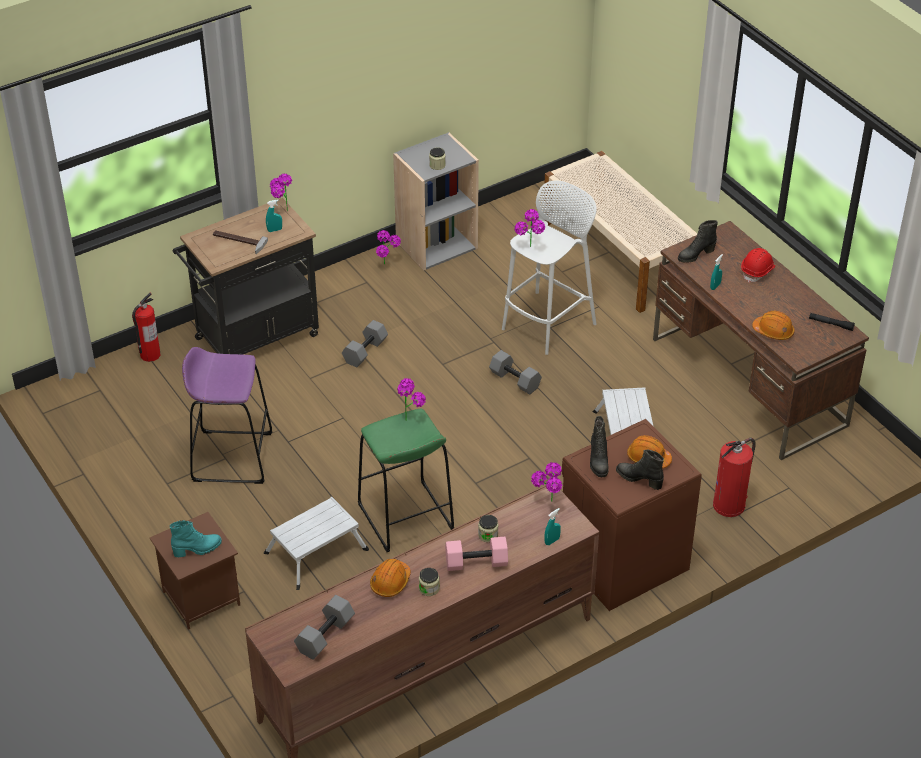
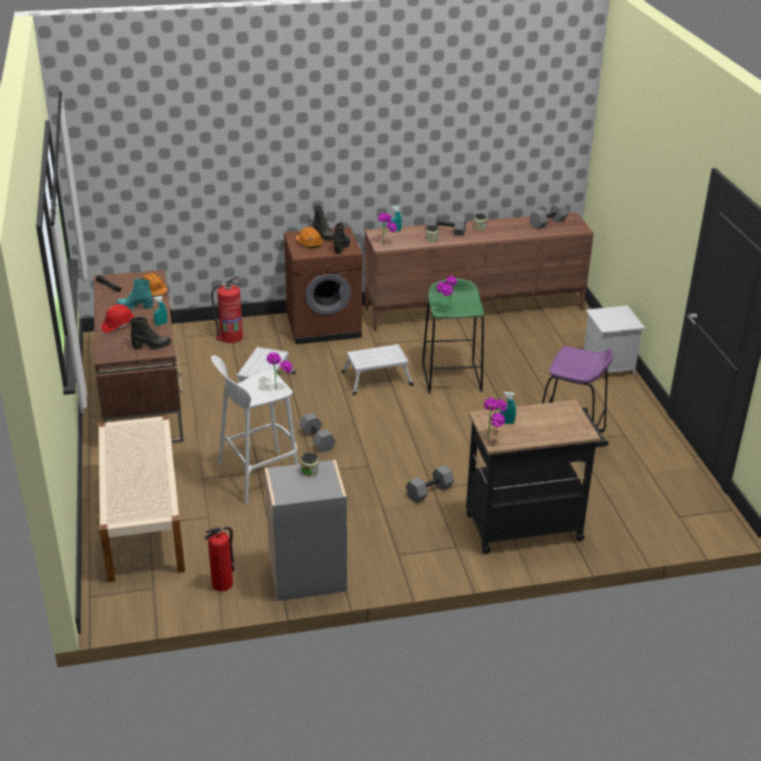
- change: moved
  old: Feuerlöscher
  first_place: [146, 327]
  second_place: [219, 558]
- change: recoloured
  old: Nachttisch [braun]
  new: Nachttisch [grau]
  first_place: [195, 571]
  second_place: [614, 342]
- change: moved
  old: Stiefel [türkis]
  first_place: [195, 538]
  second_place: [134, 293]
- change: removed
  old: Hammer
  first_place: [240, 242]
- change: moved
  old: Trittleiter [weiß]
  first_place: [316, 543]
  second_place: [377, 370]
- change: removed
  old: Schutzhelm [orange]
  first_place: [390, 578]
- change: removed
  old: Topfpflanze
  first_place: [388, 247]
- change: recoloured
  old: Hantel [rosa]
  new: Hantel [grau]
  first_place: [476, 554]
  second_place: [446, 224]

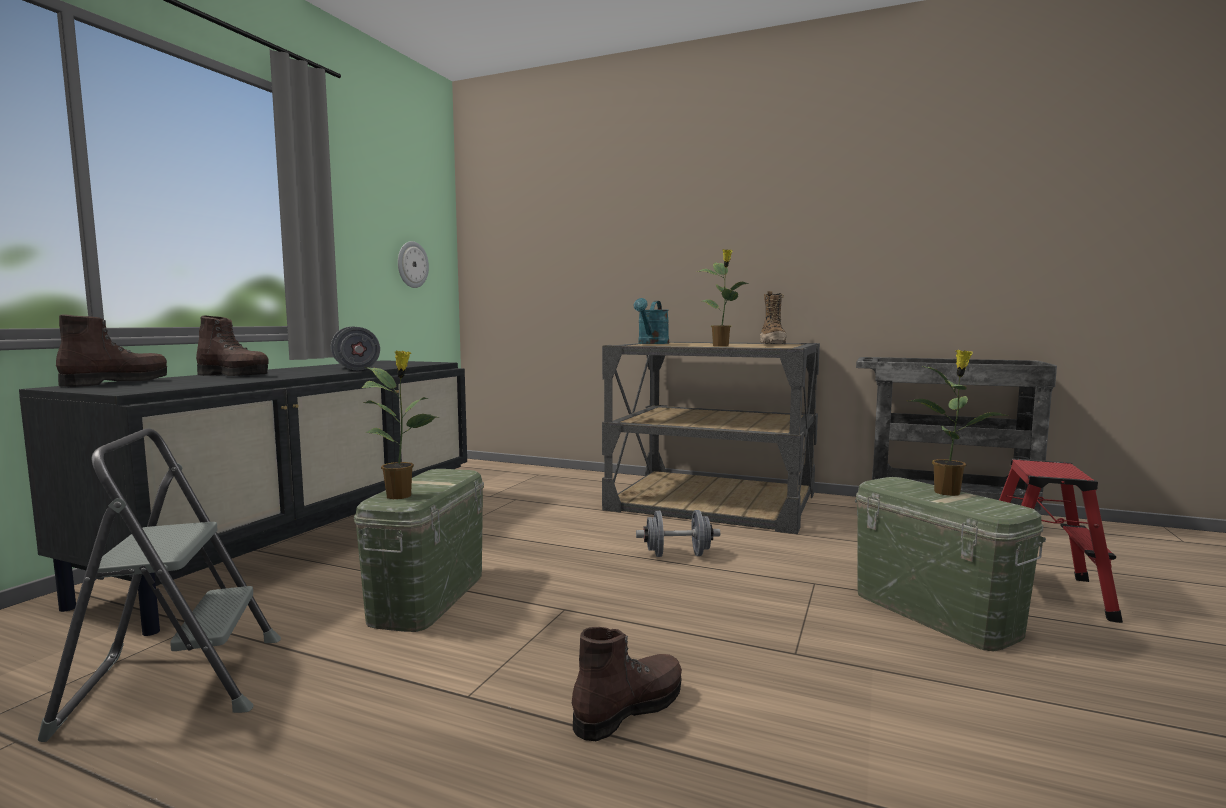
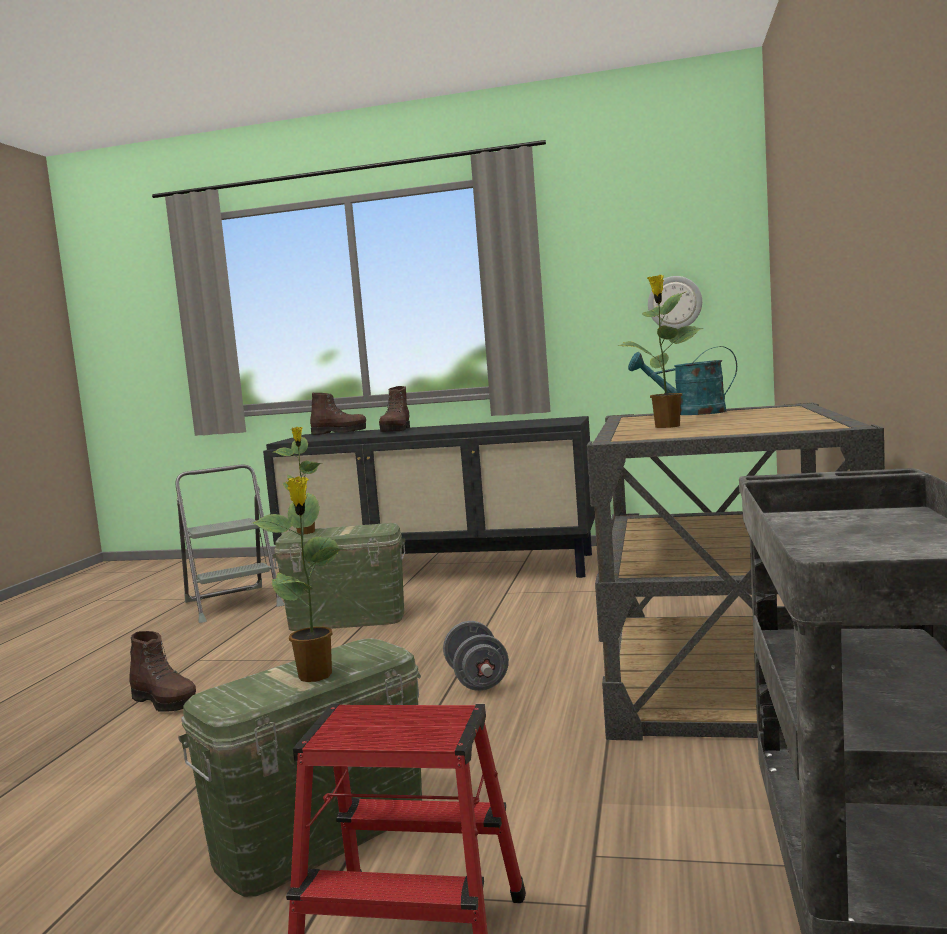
- change: removed
  old: Hantel [grau]
  first_place: [355, 348]
- change: removed
  old: Stiefel
  first_place: [773, 317]

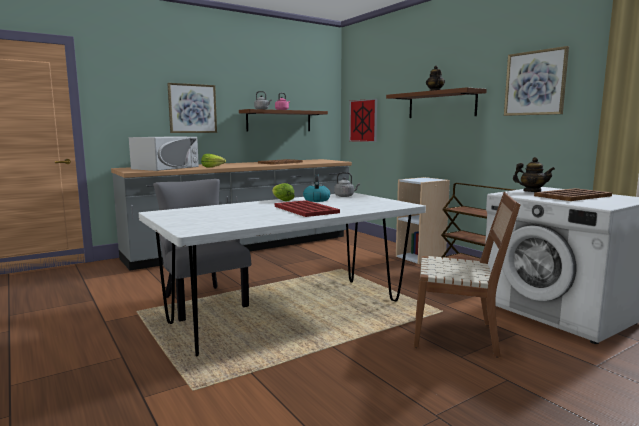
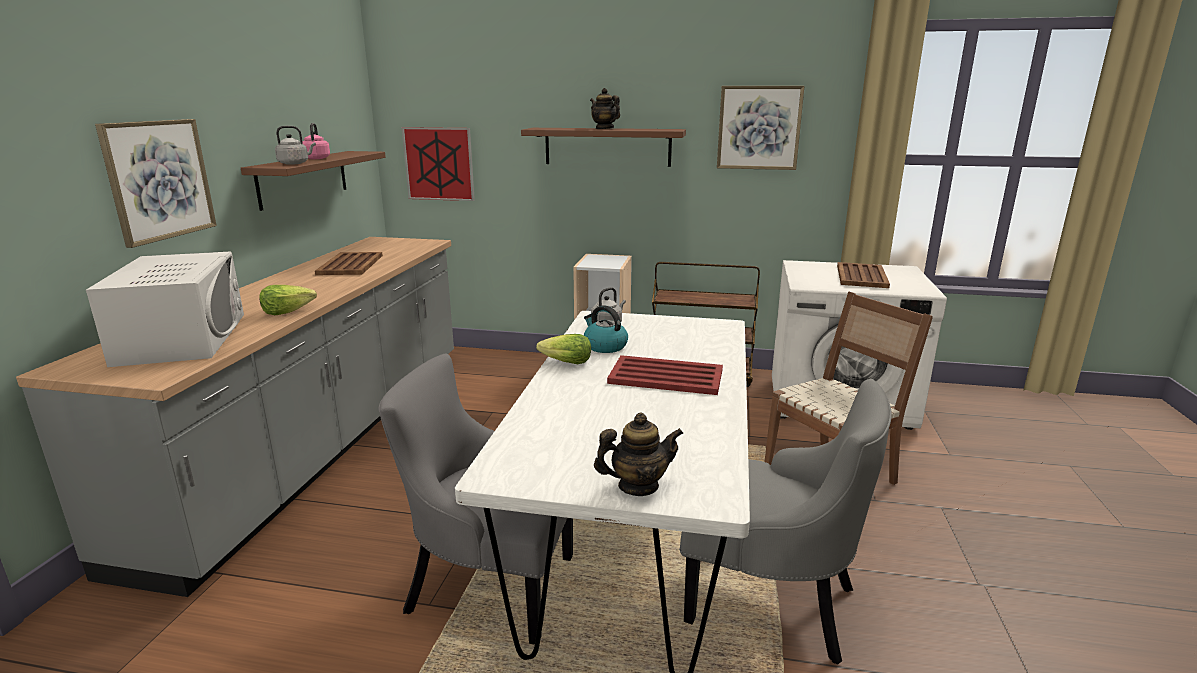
- change: moved
  old: Teekanne
  first_place: [534, 174]
  second_place: [638, 454]
- change: added
  new: Stuhl [grau]
  second_place: [785, 522]

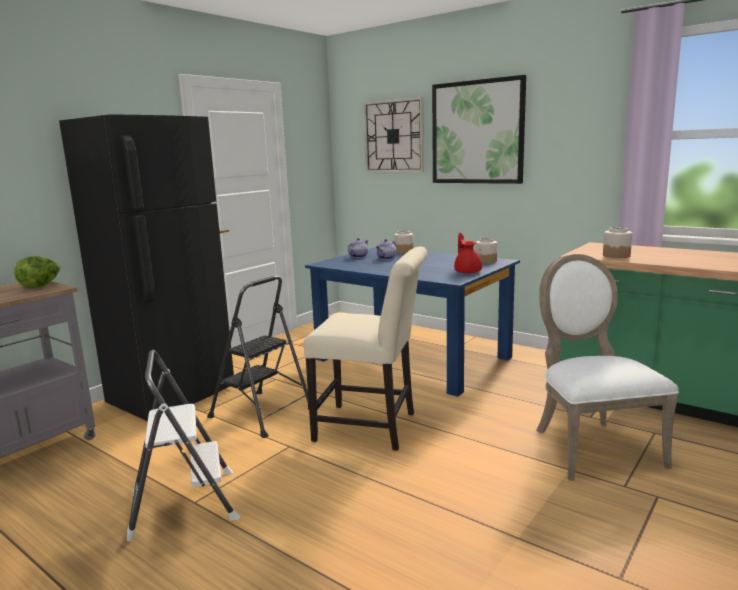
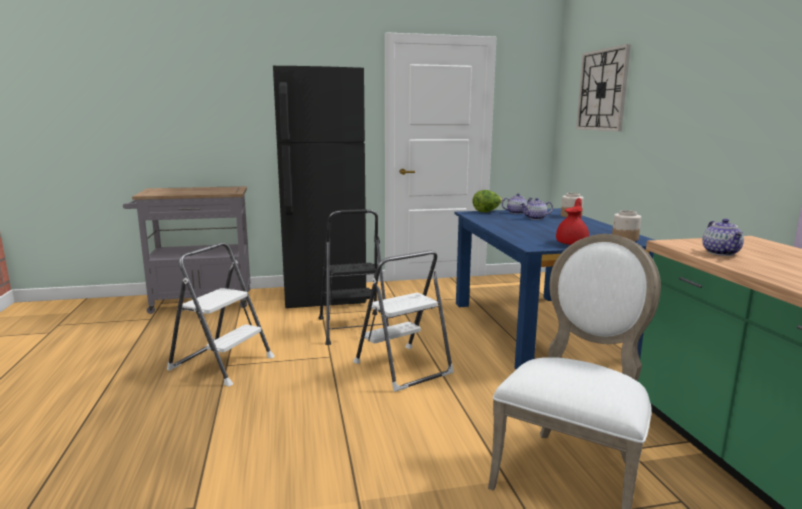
- change: moved
  old: Salatkopf
  first_place: [37, 272]
  second_place: [487, 201]
- change: replaced
  old: Stuhl [beige]
  new: Trittleiter [weiß]
  first_place: [365, 348]
  second_place: [403, 321]
- change: removed
  old: Bild
  first_place: [479, 129]
- change: replaced
  old: Vorratsglas
  new: Teekanne
  first_place: [617, 242]
  second_place: [723, 237]

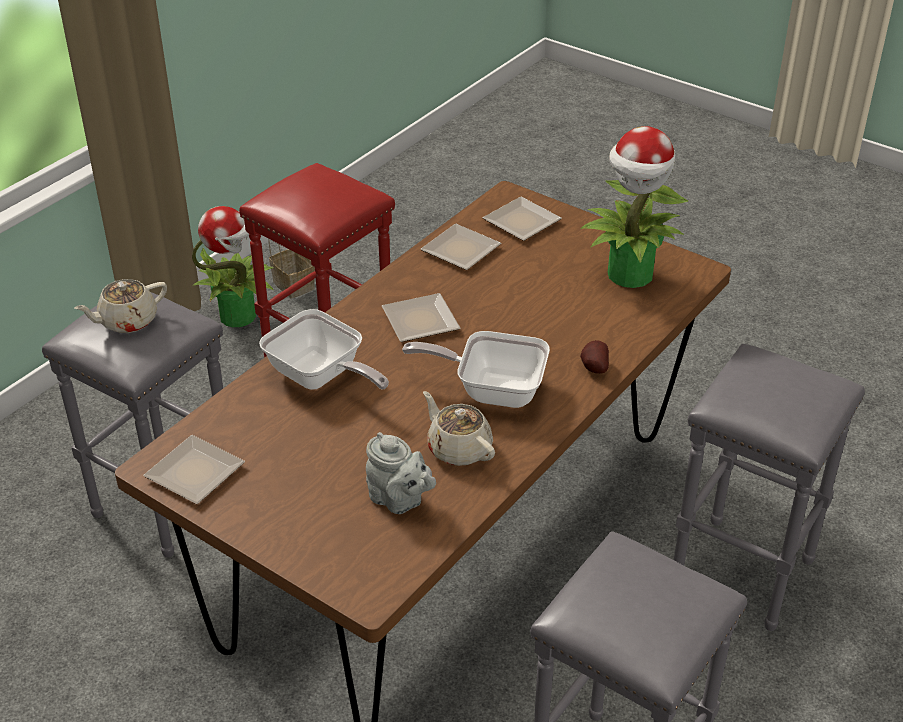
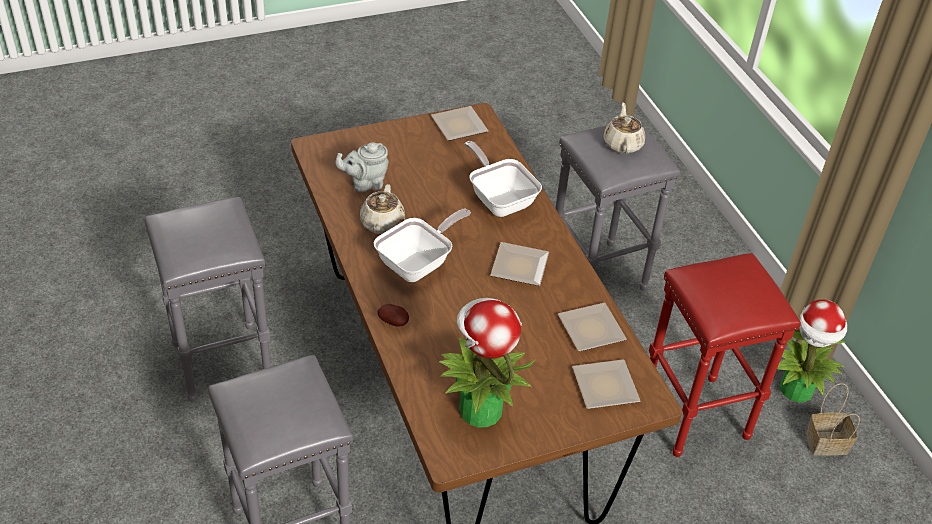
- change: turned
  old: Pfanne
  first_place: [324, 349]
  second_place: [503, 179]
  degrees: 75
- change: turned
  old: Teekanne [beige]
  first_place: [459, 428]
  second_place: [382, 209]
  degrees: 105

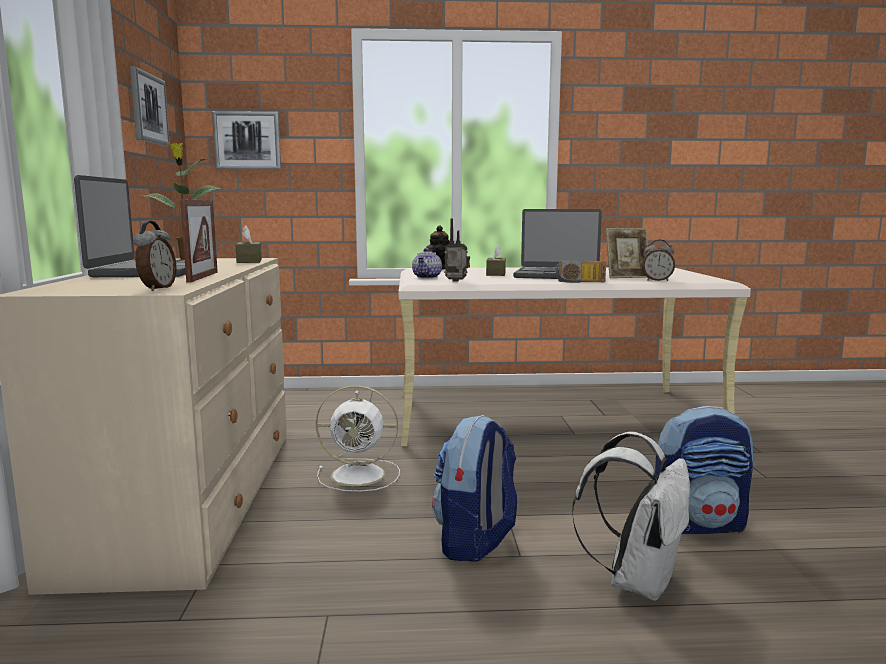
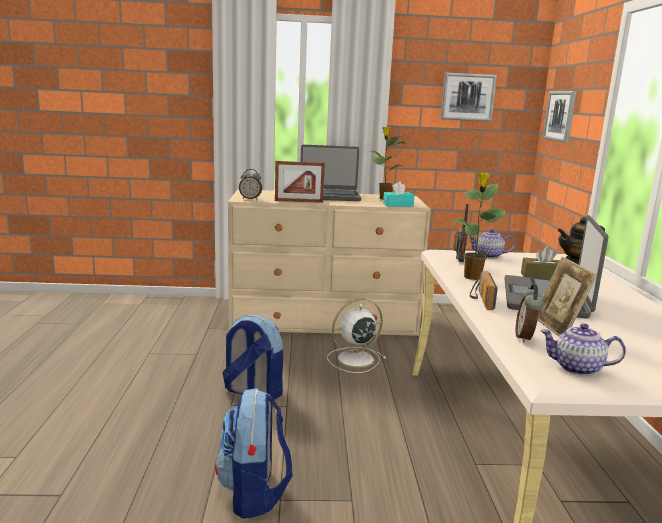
- change: recoloured
  old: Taschentuchbox [braun]
  new: Taschentuchbox [türkis]
  first_place: [249, 244]
  second_place: [399, 194]
- change: turned
  old: Ventilator [weiß]
  first_place: [358, 438]
  second_place: [356, 336]
  degrees: 60
- change: removed
  old: Rucksack [weiß]
  first_place: [631, 516]
- change: added
  new: Topfpflanze
  second_place: [479, 226]
- change: added
  new: Teekanne
  second_place: [583, 349]

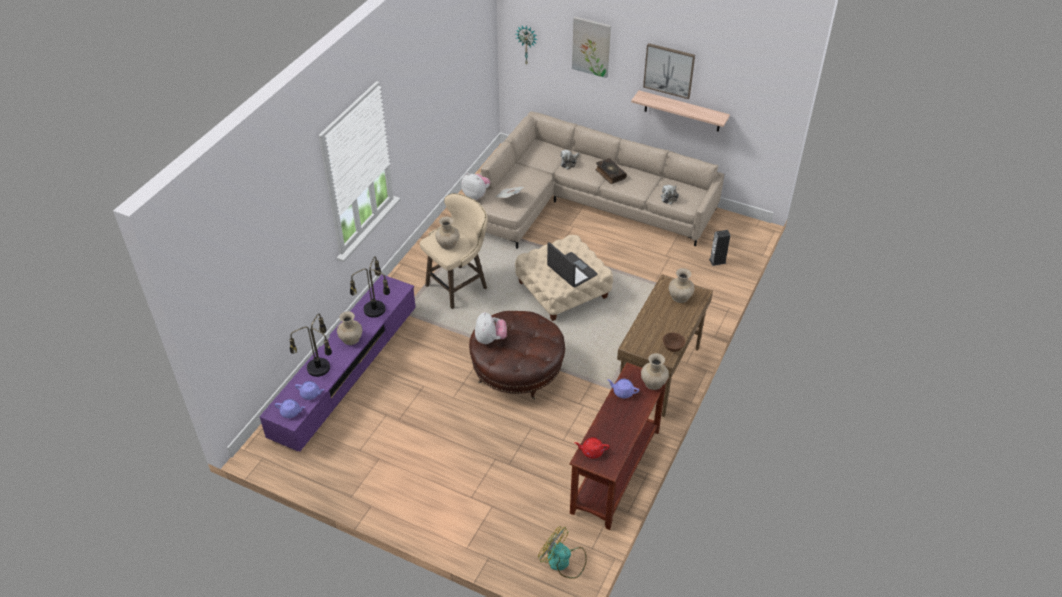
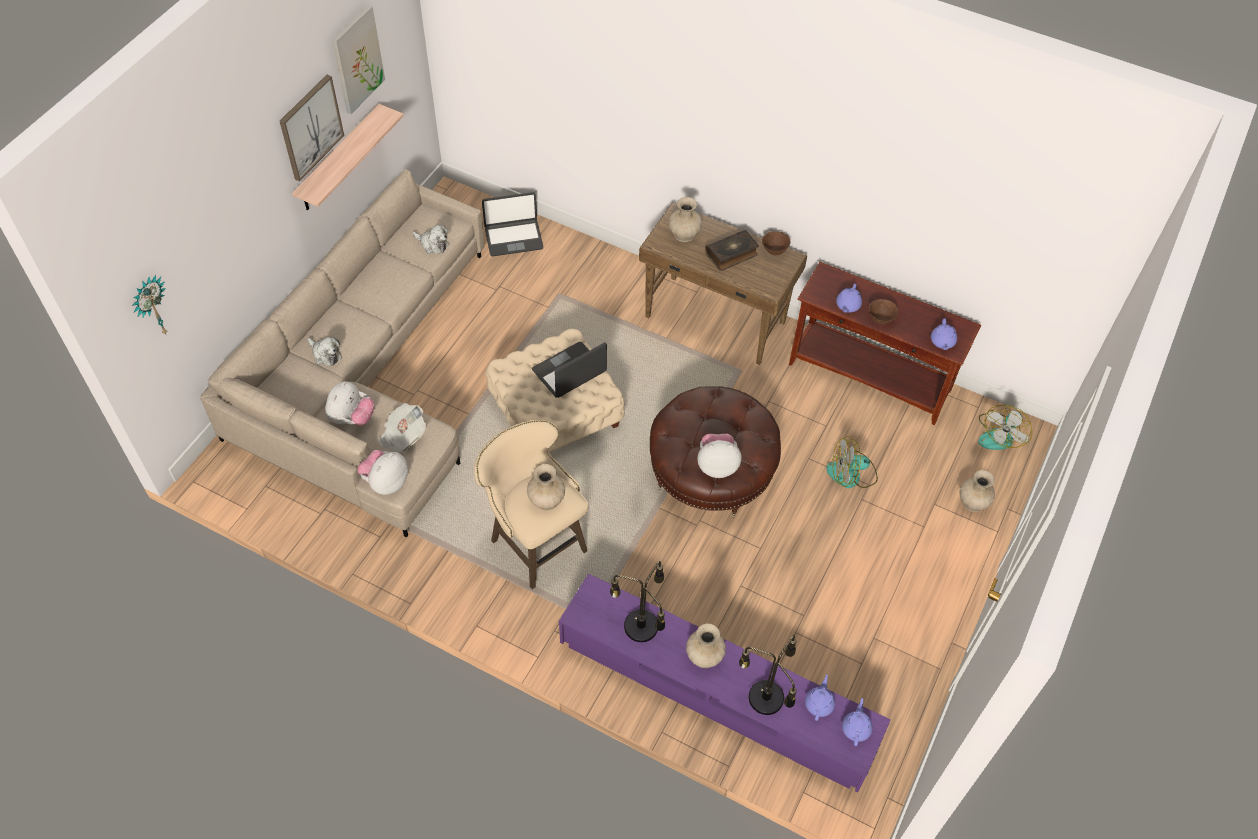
- change: moved
  old: Bild
  first_place: [591, 47]
  second_place: [358, 59]
- change: recoloured
  old: Teekanne [rot]
  new: Teekanne [lila]
  first_place: [592, 447]
  second_place: [944, 334]
- change: moved
  old: Buch
  first_place: [611, 171]
  second_place: [732, 250]
- change: moved
  old: Vase [beige]
  first_place: [655, 371]
  second_place: [977, 491]
- change: replaced
  old: Lautsprecher
  new: Laptop
  first_place: [719, 248]
  second_place: [512, 224]
- change: added
  new: Plüschtier
  second_place: [349, 403]
- change: added
  new: Ventilator
  second_place: [852, 462]
- change: added
  new: Schüssel [braun]
  second_place: [884, 311]

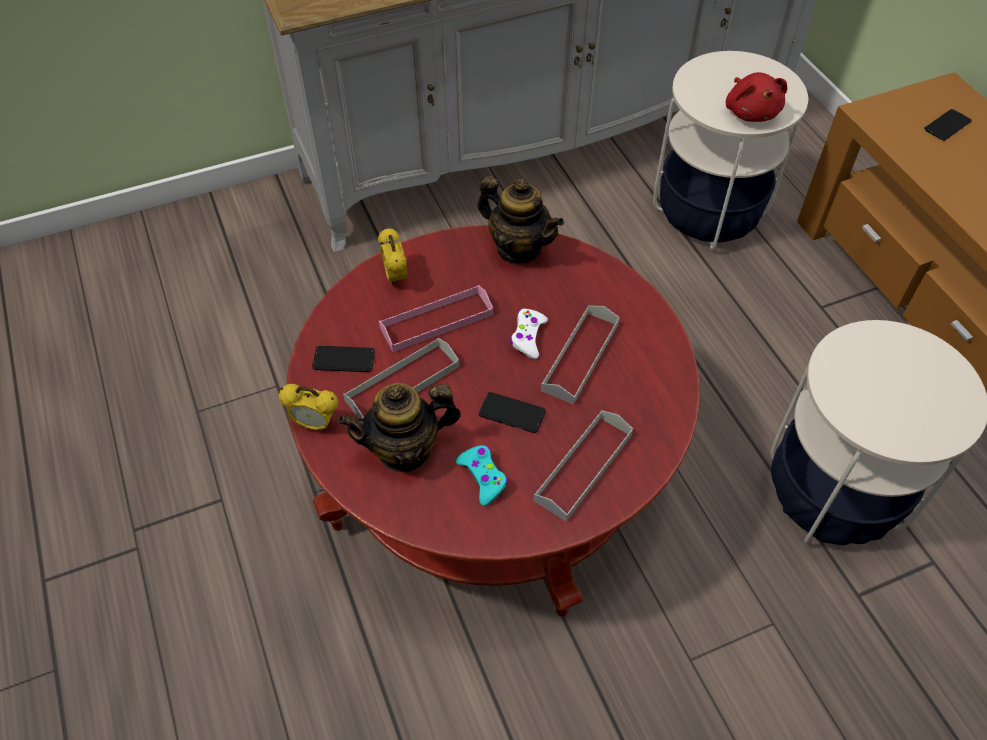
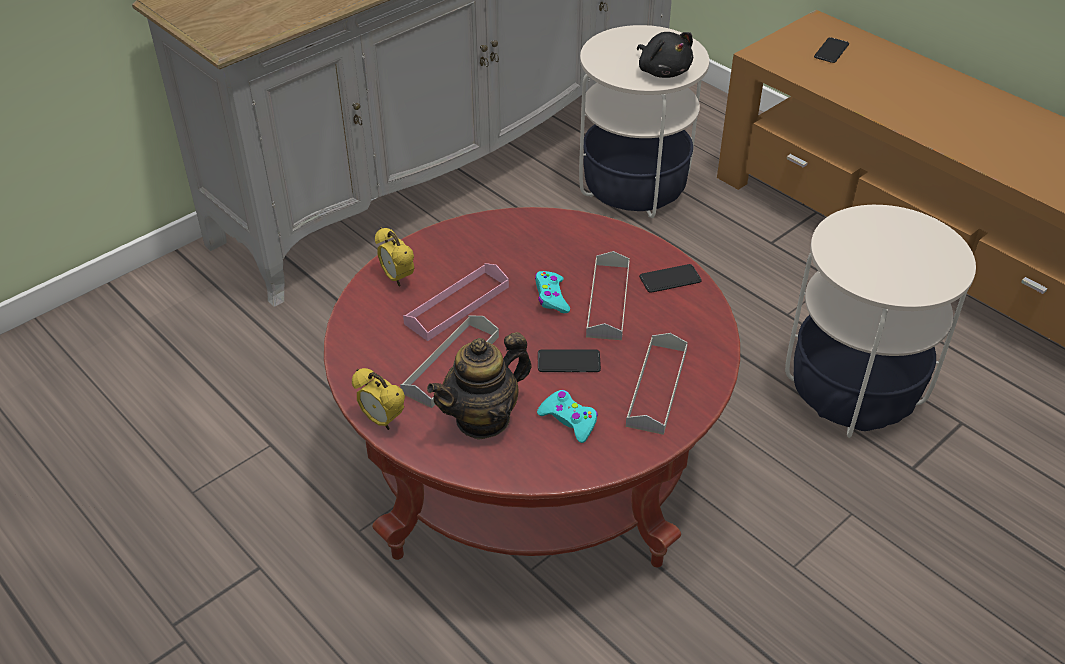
- change: turned
  old: Wecker
  first_place: [309, 407]
  second_place: [378, 399]
  degrees: 45
- change: moved
  old: Handy
  first_place: [343, 359]
  second_place: [670, 278]
- change: removed
  old: Teekanne
  first_place: [520, 219]
- change: recoloured
  old: Gamepad [weiß]
  new: Gamepad [türkis]
  first_place: [529, 334]
  second_place: [552, 292]
- change: recoloured
  old: Plüschtier [rot]
  new: Plüschtier [schwarz]
  first_place: [756, 97]
  second_place: [665, 55]

